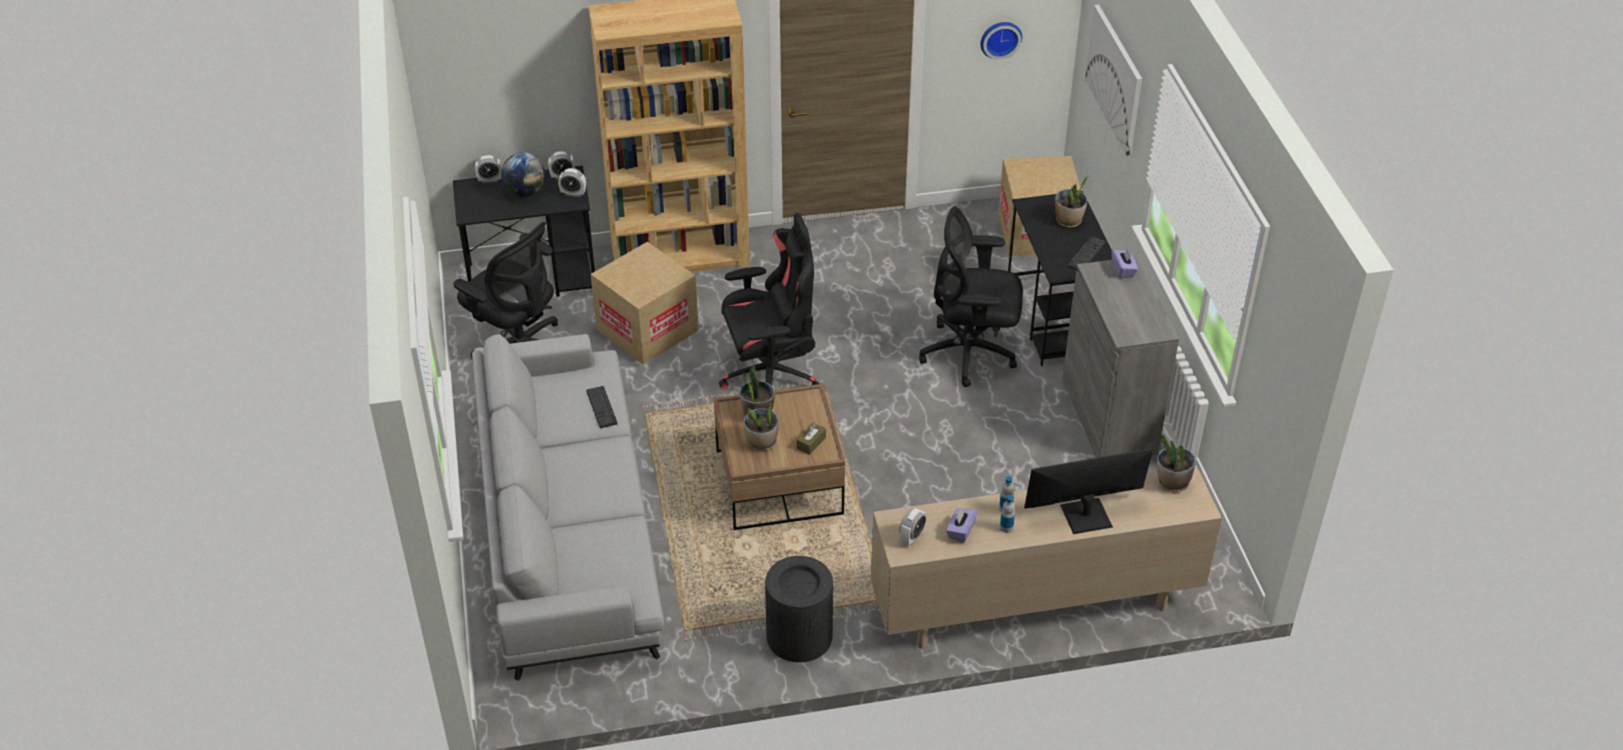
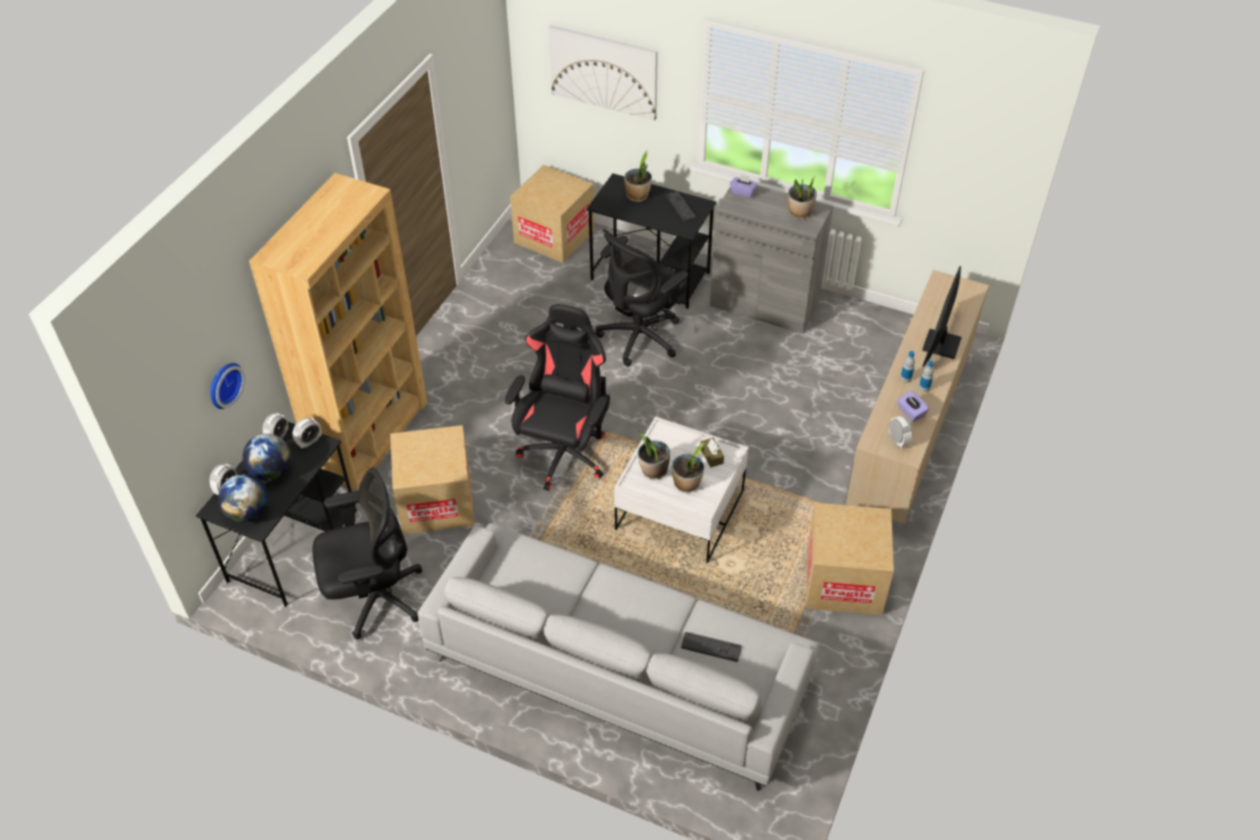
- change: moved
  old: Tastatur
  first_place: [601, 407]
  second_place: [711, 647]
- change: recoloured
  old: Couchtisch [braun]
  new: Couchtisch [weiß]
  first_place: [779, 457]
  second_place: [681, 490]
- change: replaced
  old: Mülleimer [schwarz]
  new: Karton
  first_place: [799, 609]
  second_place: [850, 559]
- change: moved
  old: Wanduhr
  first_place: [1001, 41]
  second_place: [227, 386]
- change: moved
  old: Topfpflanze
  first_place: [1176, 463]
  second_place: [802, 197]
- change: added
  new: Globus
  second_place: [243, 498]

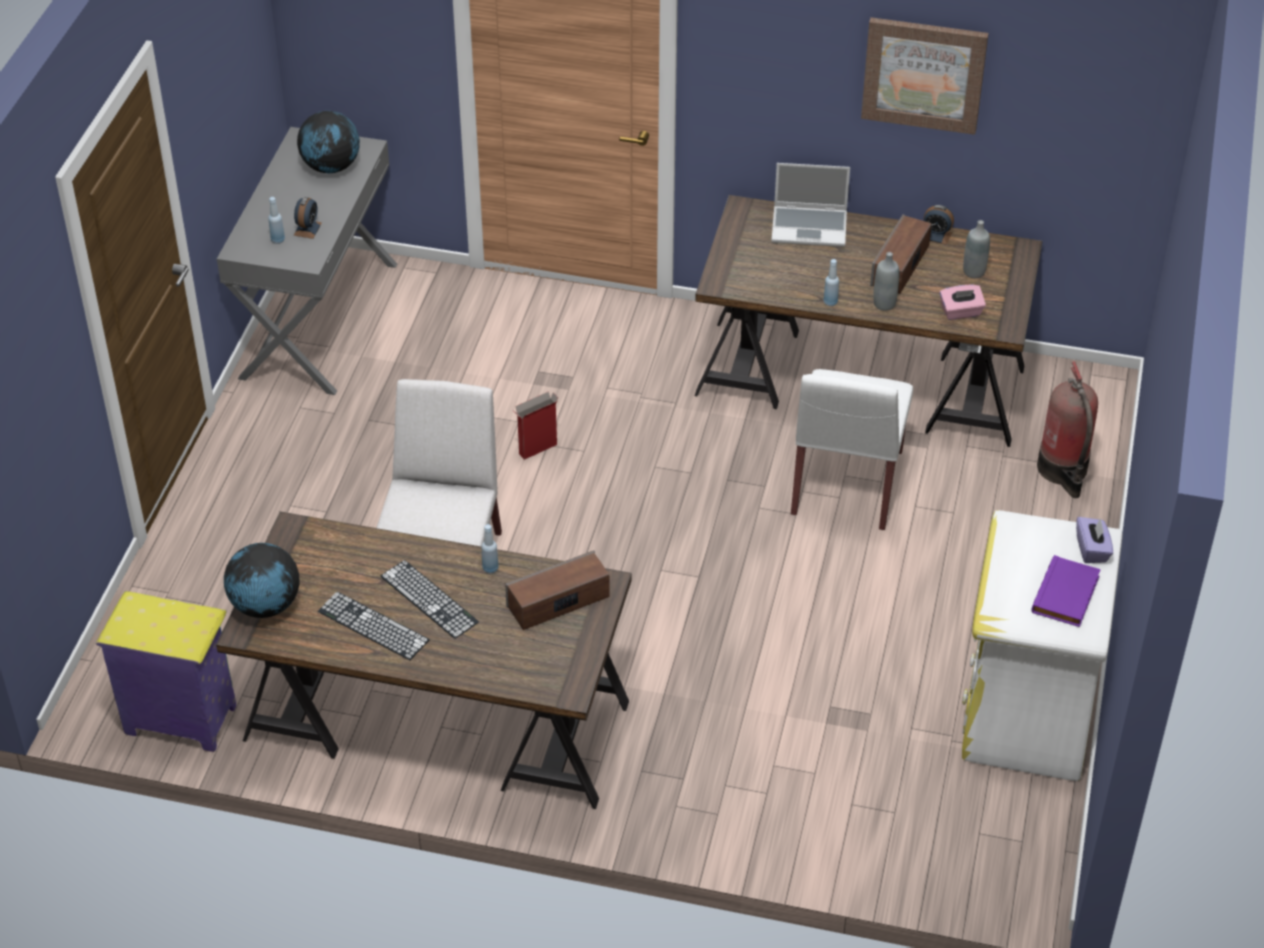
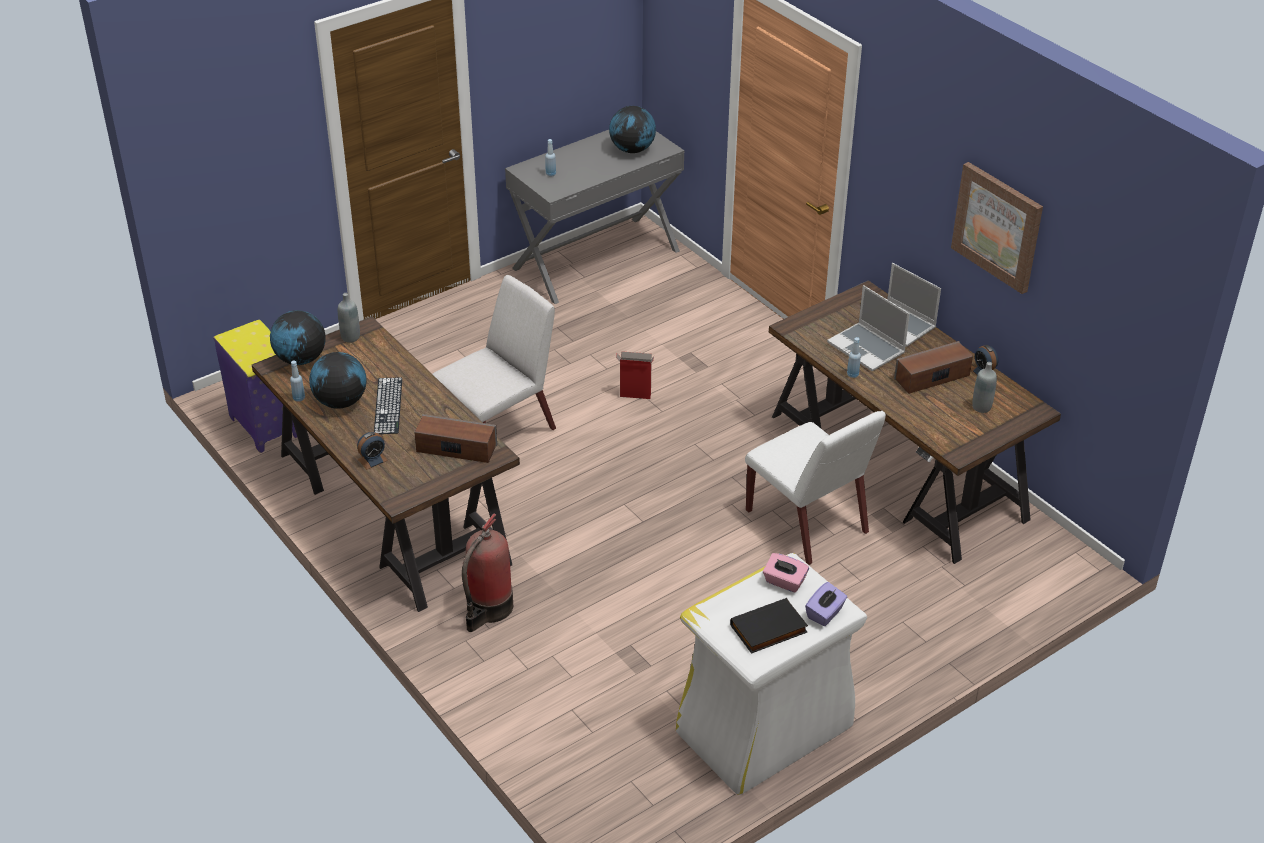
- change: moved
  old: Wecker
  first_place: [308, 218]
  second_place: [372, 450]
- change: replaced
  old: Tastatur
  new: Globus
  first_place: [374, 625]
  second_place: [338, 380]
- change: moved
  old: Flasche [blau]
  first_place: [490, 548]
  second_place: [297, 381]
- change: turned
  old: Stuhl [weiß]
  first_place: [852, 449]
  second_place: [815, 488]
  degrees: -90
- change: moved
  old: Flasche [grau]
  first_place: [886, 281]
  second_place: [349, 318]
- change: moved
  old: Taschentuchbox [rosa]
  first_place: [963, 302]
  second_place: [786, 572]
- change: recoloured
  old: Buch [lila]
  new: Buch [schwarz]
  first_place: [1066, 591]
  second_place: [769, 626]
- change: moved
  old: Feuerlöscher
  first_place: [1067, 429]
  second_place: [487, 572]
- change: added
  new: Laptop
  second_place: [868, 328]

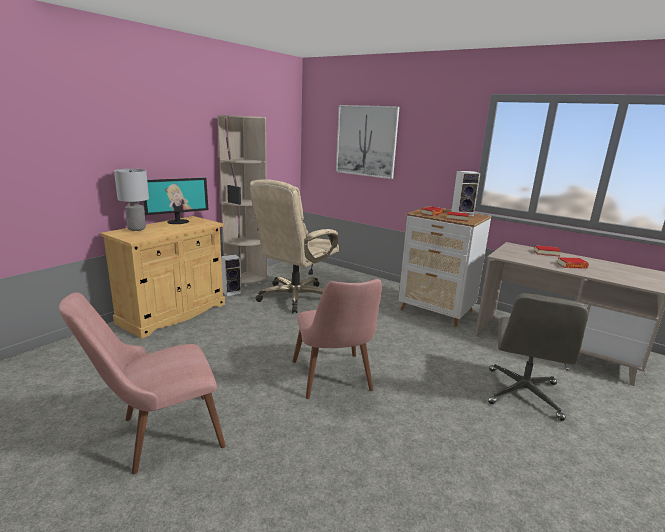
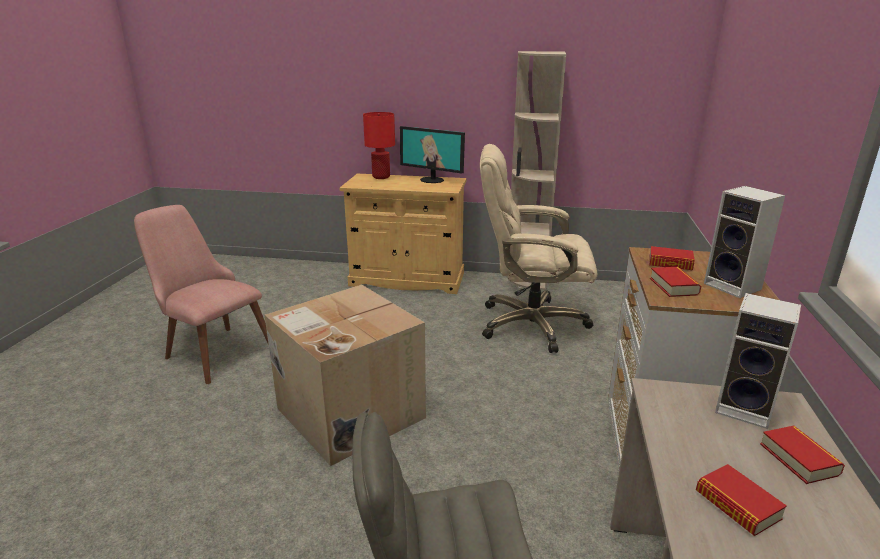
- change: recoloured
  old: Tischlampe [grau]
  new: Tischlampe [rot]
  first_place: [131, 200]
  second_place: [379, 145]
- change: moved
  old: Lautsprecher
  first_place: [231, 275]
  second_place: [758, 361]
- change: replaced
  old: Stuhl [rosa]
  new: Karton
  first_place: [337, 339]
  second_place: [345, 375]
- change: removed
  old: Bild
  first_place: [368, 142]

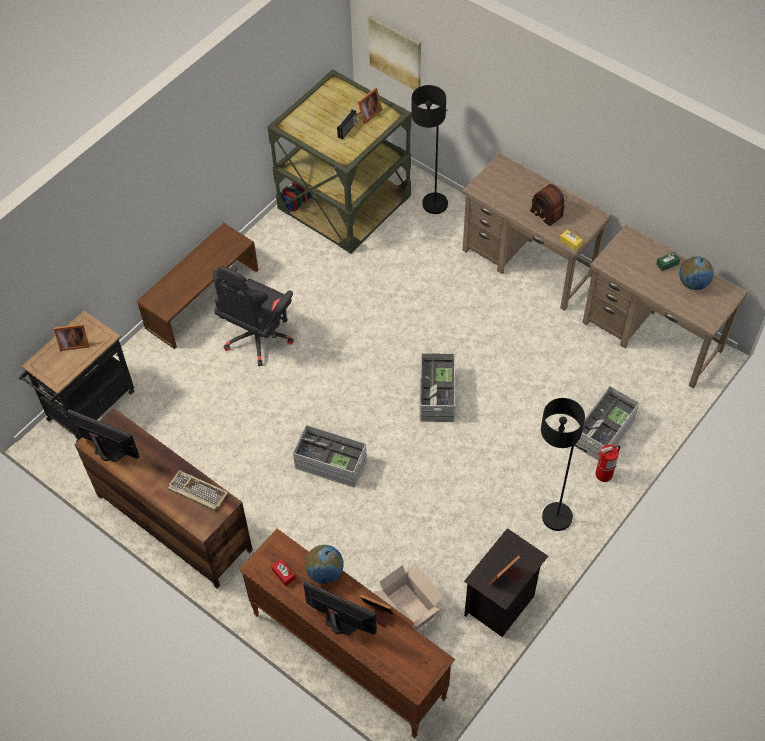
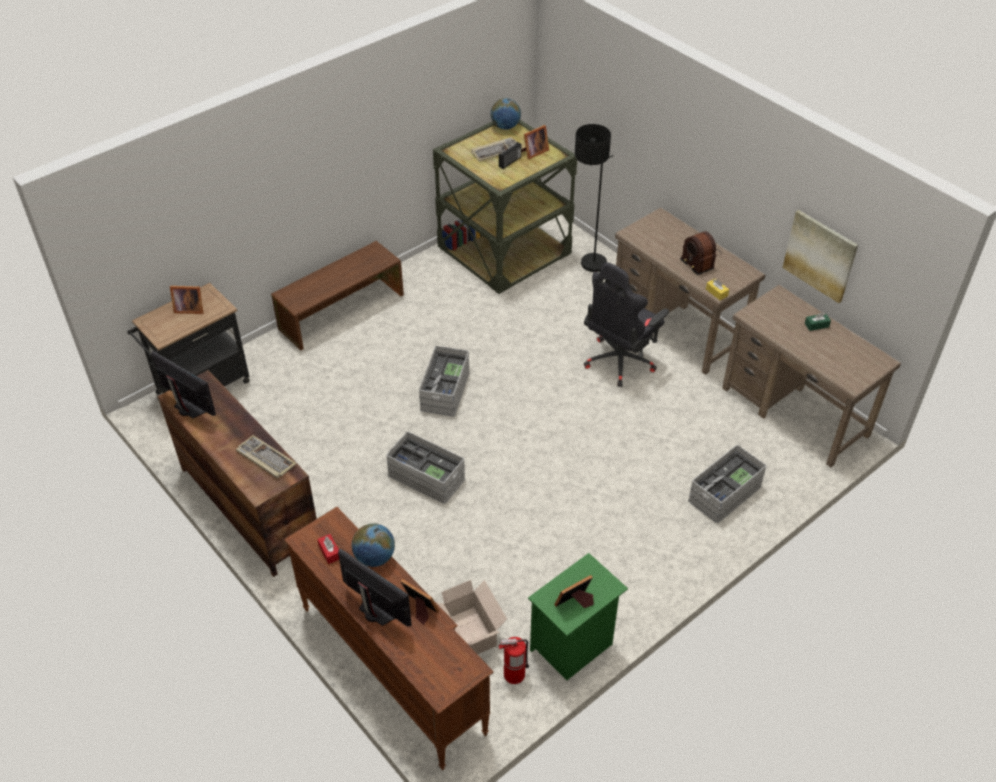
- change: moved
  old: Bürostuhl [schwarz]
  first_place: [253, 316]
  second_place: [626, 324]
- change: moved
  old: Bild
  first_place: [395, 53]
  second_place: [820, 256]
- change: moved
  old: Aufbewahrungsbox [grau]
  first_place: [438, 387]
  second_place: [444, 381]
- change: recoloured
  old: Nachttisch [schwarz]
  new: Nachttisch [grün]
  first_place: [506, 582]
  second_place: [578, 616]
- change: removed
  old: Stehlampe [schwarz]
  first_place: [564, 464]
- change: moved
  old: Feuerlöscher
  first_place: [607, 463]
  second_place: [514, 660]
- change: moved
  old: Globus
  first_place: [696, 273]
  second_place: [506, 114]
- change: added
  new: Tastatur
  second_place: [496, 149]

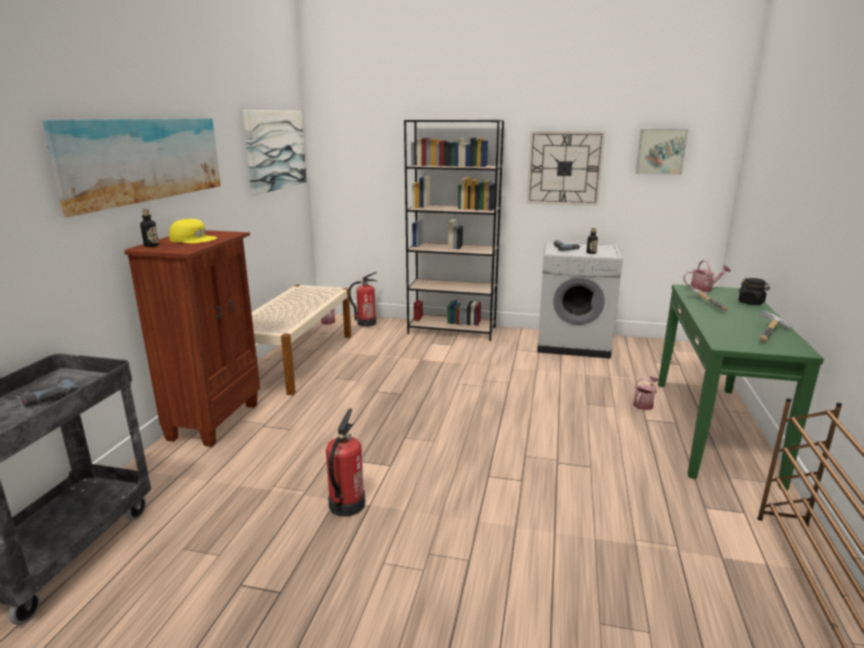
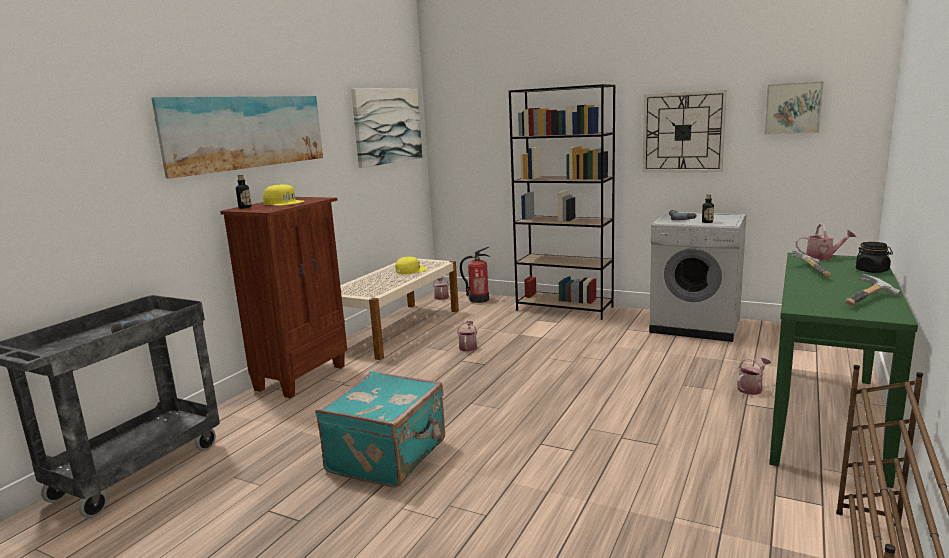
- change: replaced
  old: Feuerlöscher
  new: Koffer [türkis]
  first_place: [345, 462]
  second_place: [380, 429]
- change: added
  new: Kappe [gelb]
  second_place: [411, 265]
- change: added
  new: Gießkanne
  second_place: [467, 336]

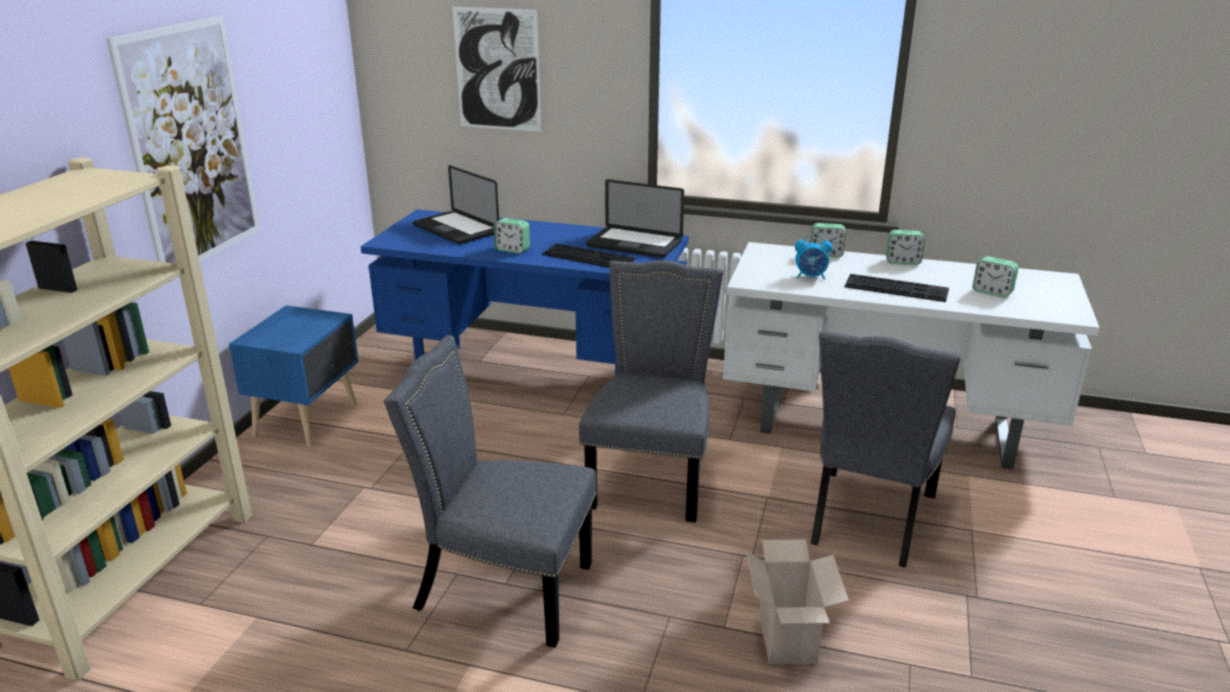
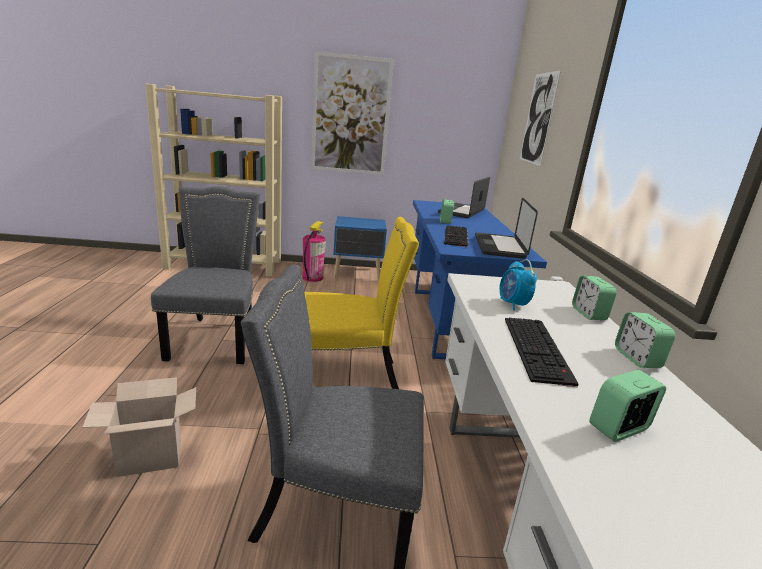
- change: recoloured
  old: Stuhl [grau]
  new: Stuhl [gelb]
  first_place: [651, 391]
  second_place: [361, 303]
- change: turned
  old: Wecker
  first_place: [996, 276]
  second_place: [627, 406]
  degrees: 45
- change: added
  new: Feuerlöscher
  second_place: [314, 251]

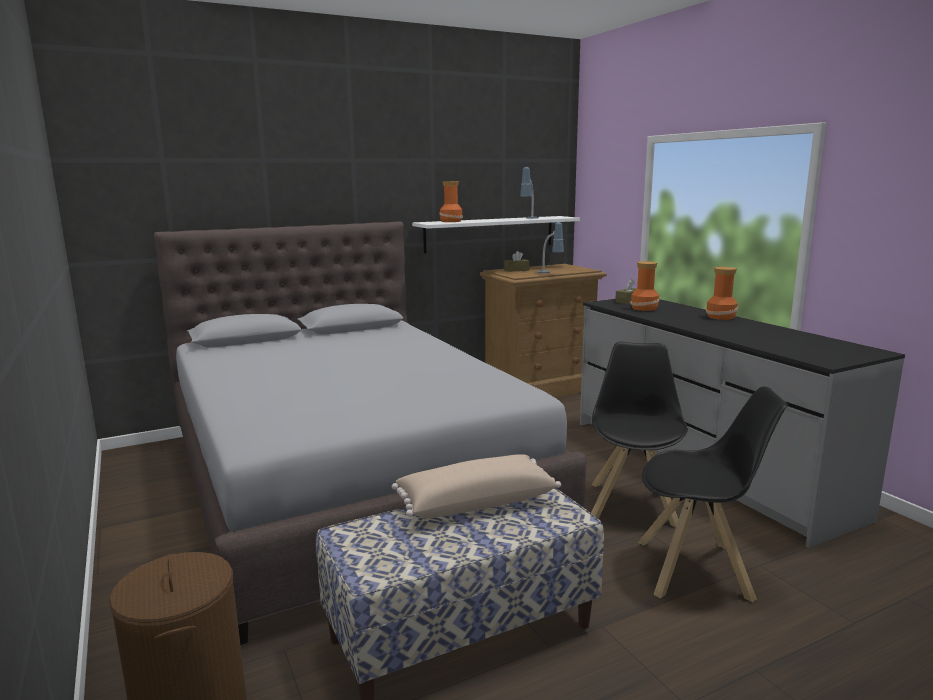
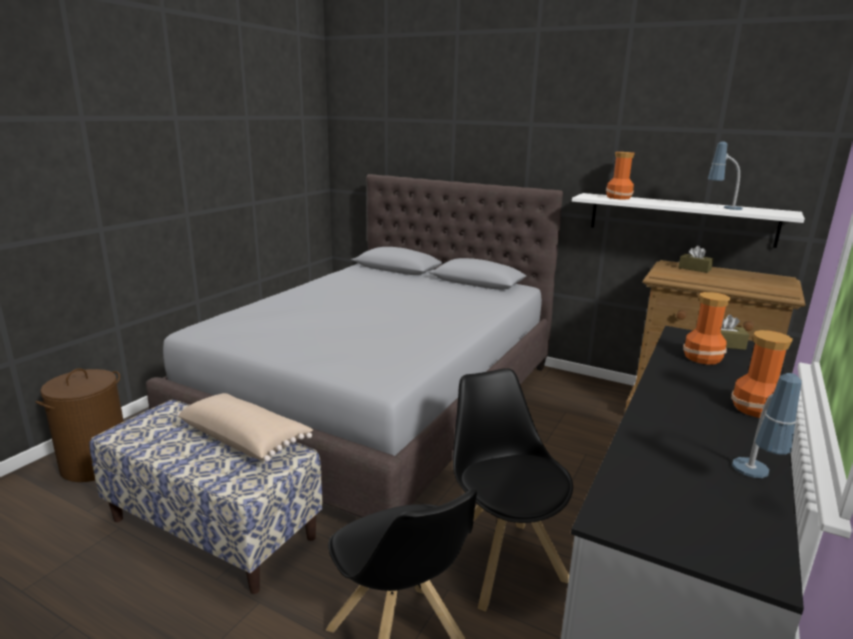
- change: moved
  old: Tischlampe
  first_place: [550, 247]
  second_place: [767, 425]
- change: turned
  old: Stuhl [schwarz]
  first_place: [639, 434]
  second_place: [513, 490]
  degrees: -90

